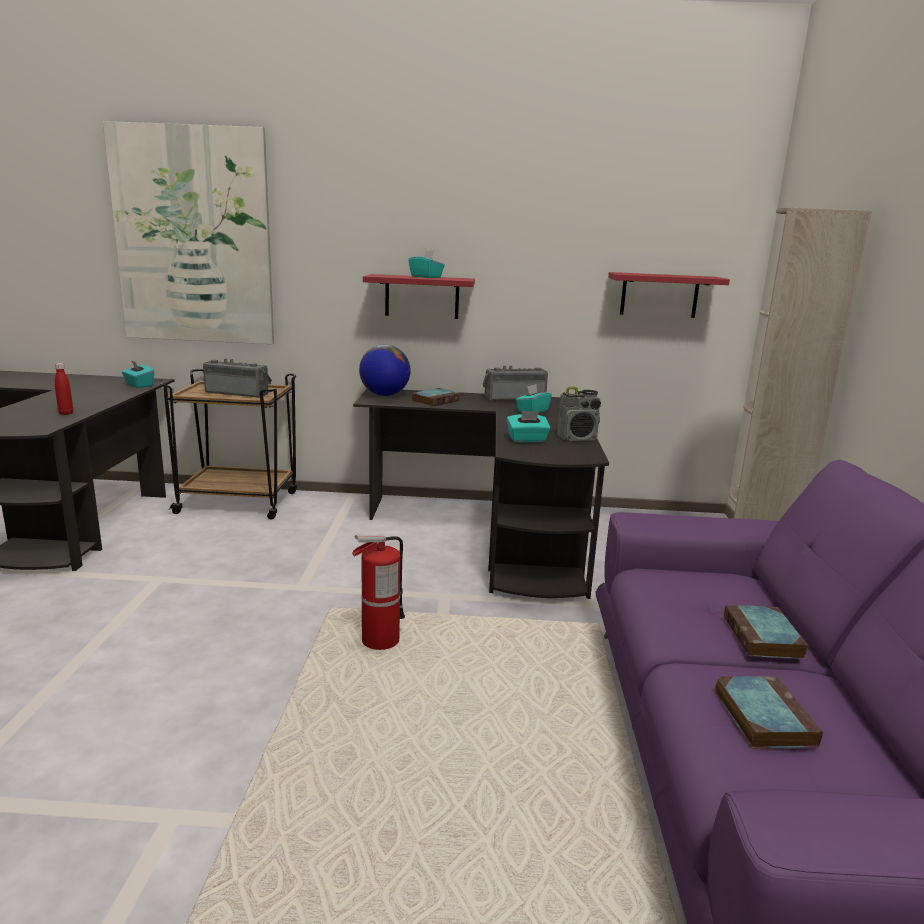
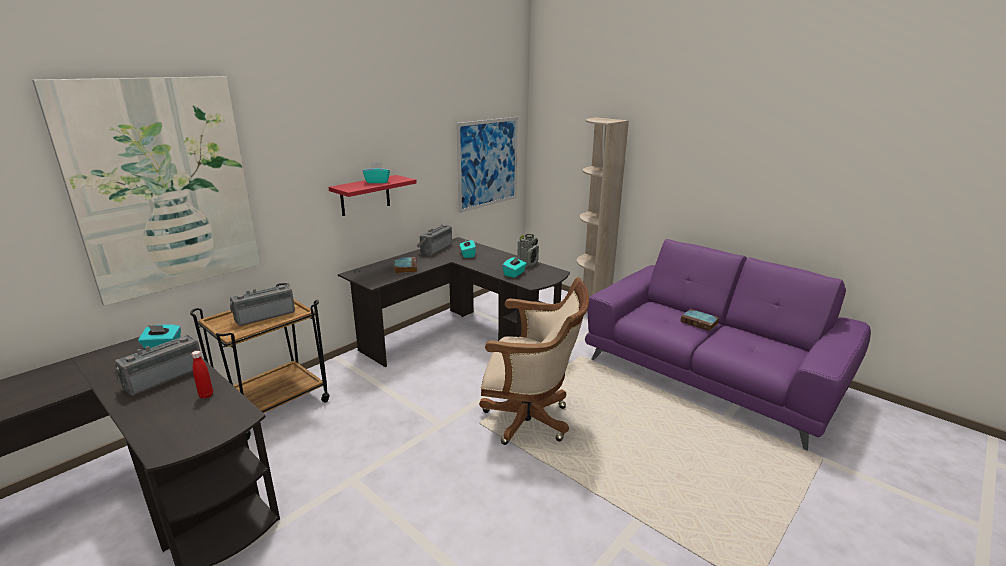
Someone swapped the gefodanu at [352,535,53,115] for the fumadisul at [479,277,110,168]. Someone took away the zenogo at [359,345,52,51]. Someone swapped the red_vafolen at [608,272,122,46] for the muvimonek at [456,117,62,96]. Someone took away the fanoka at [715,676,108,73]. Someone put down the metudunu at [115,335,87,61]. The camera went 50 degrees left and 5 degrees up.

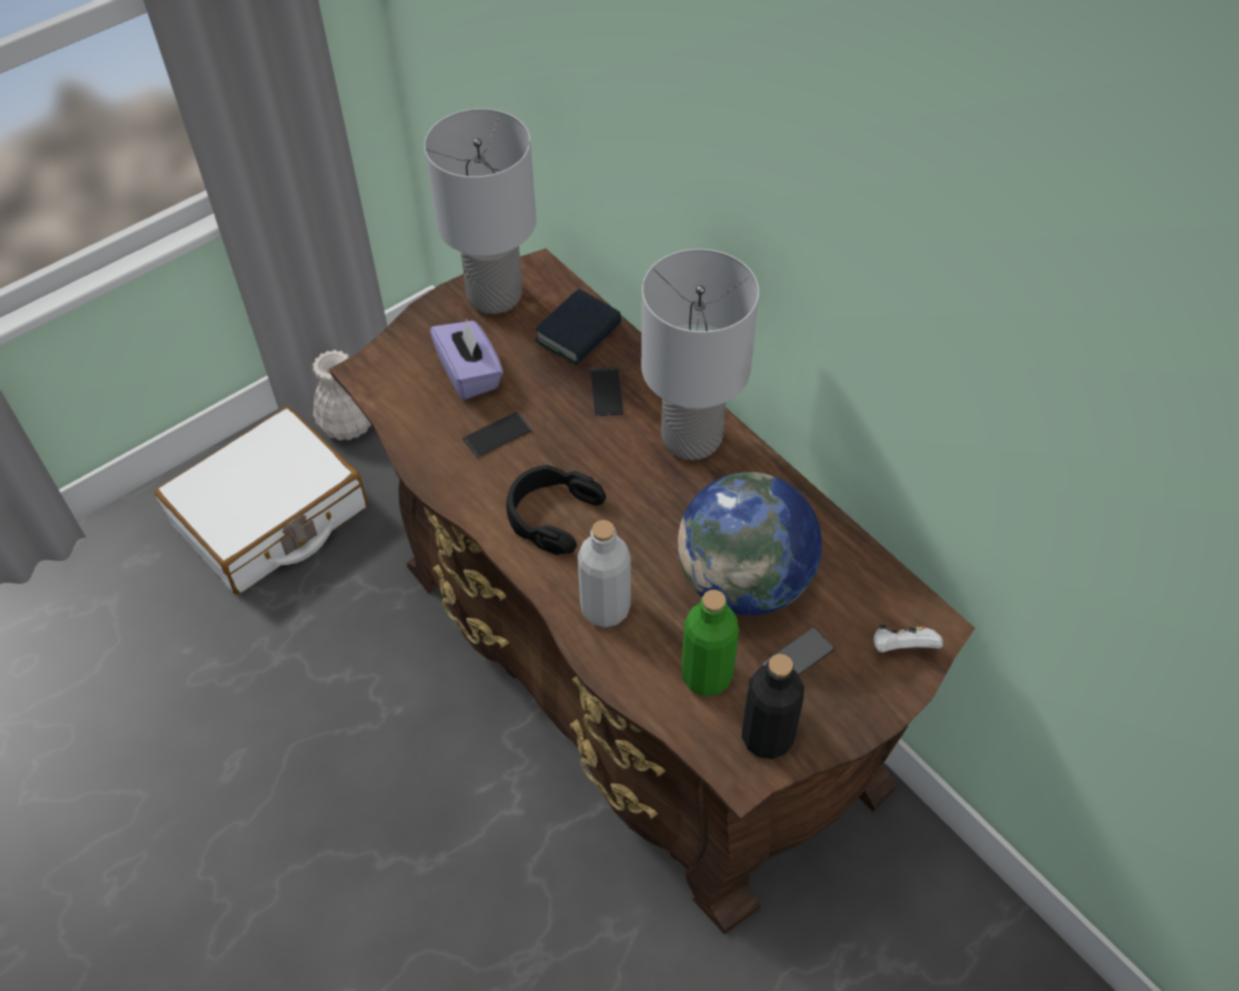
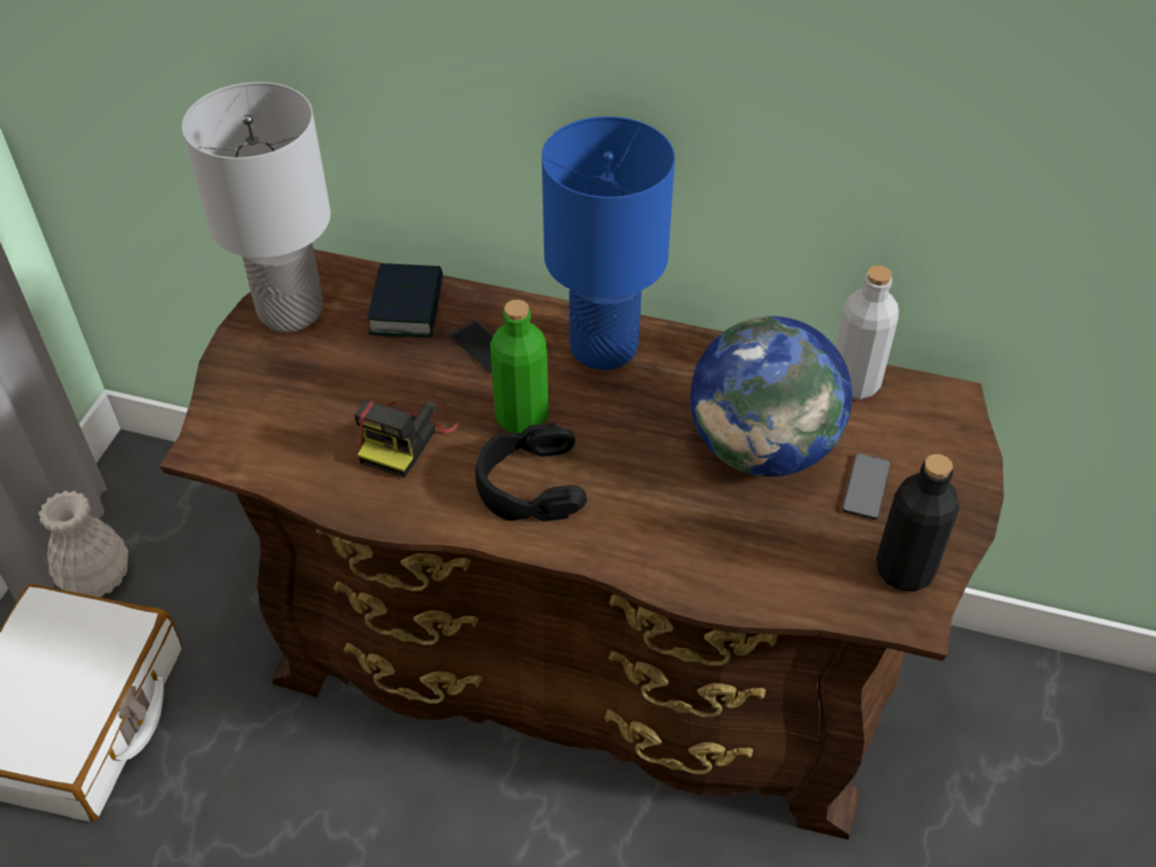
Someone took away the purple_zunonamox at [430,319,73,81]. Someone swapped the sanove at [462,411,70,47] for the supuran at [354,400,105,78]. Someone carried the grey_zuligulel from [577,520,54,108] to [835,265,64,134]. Someone repainted the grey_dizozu at [641,249,118,211], which became the blue_dizozu at [542,116,133,254]. Someone carried the green_zuligulel from [681,590,58,106] to [490,299,59,134]. Someone took away the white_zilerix at [873,625,70,28]. The camera went 35 degrees left and 5 degrees down.

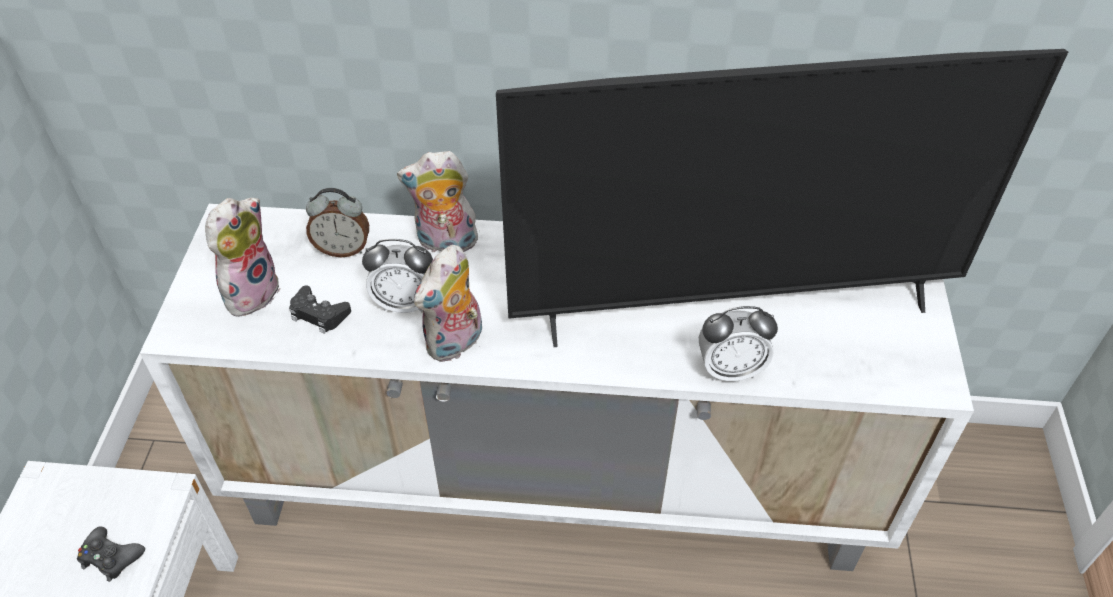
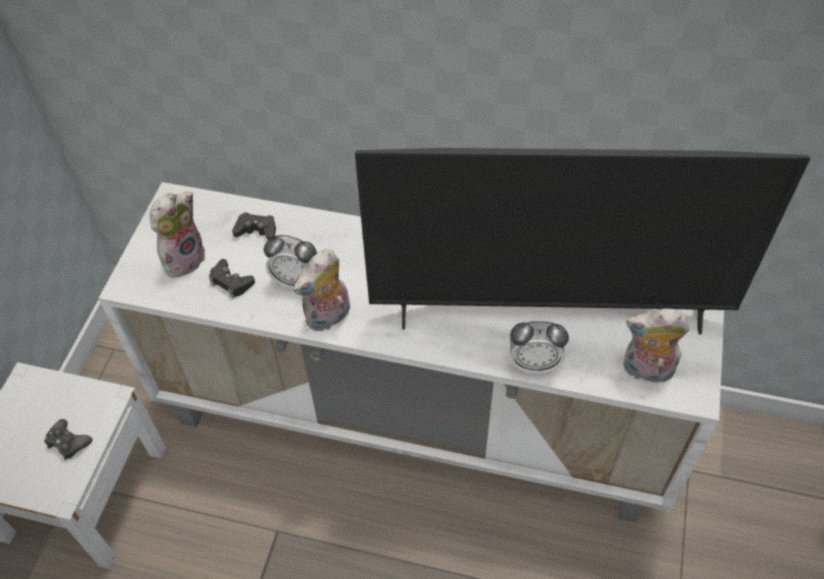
Someone swapped the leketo at [306,188,63,69] for the black_zilerix at [232,212,44,28]. Someone carried the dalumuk from [397,151,83,101] to [623,308,66,75]. The camera went 10 degrees right and 5 degrees up.

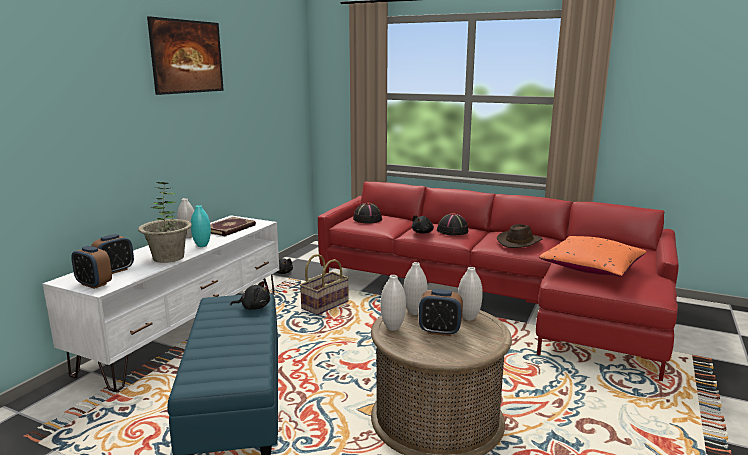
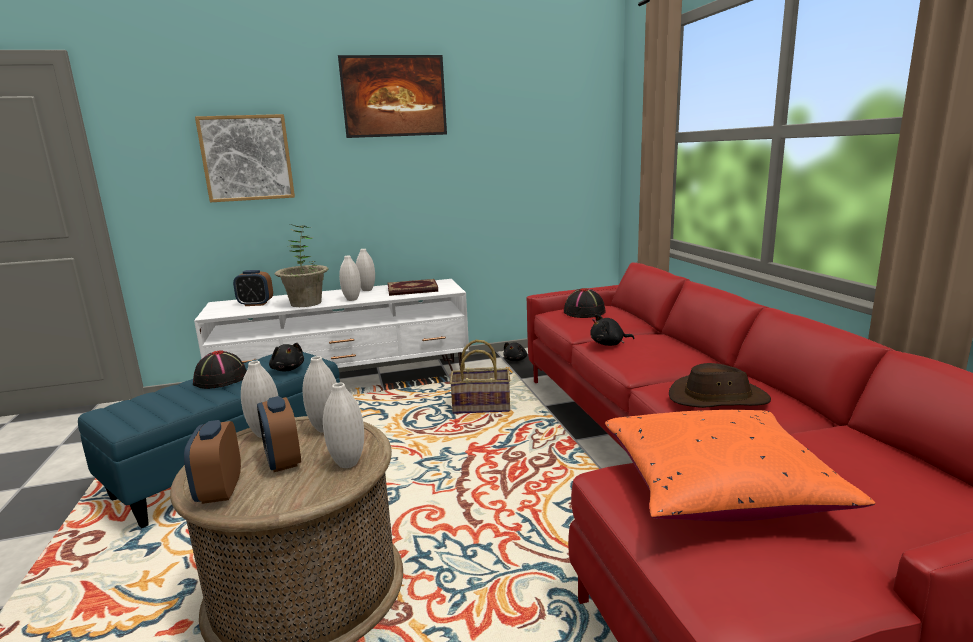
Someone carried the leketo from [71,246,41,43] to [184,420,57,84]. Someone repainted the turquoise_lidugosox at [191,205,20,42], which became the white_lidugosox at [339,255,22,46]. Someone carried the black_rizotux from [437,213,32,22] to [193,350,54,39]. Someone put up the muvimonek at [195,114,100,88]. The camera went 50 degrees right and 0 degrees up.

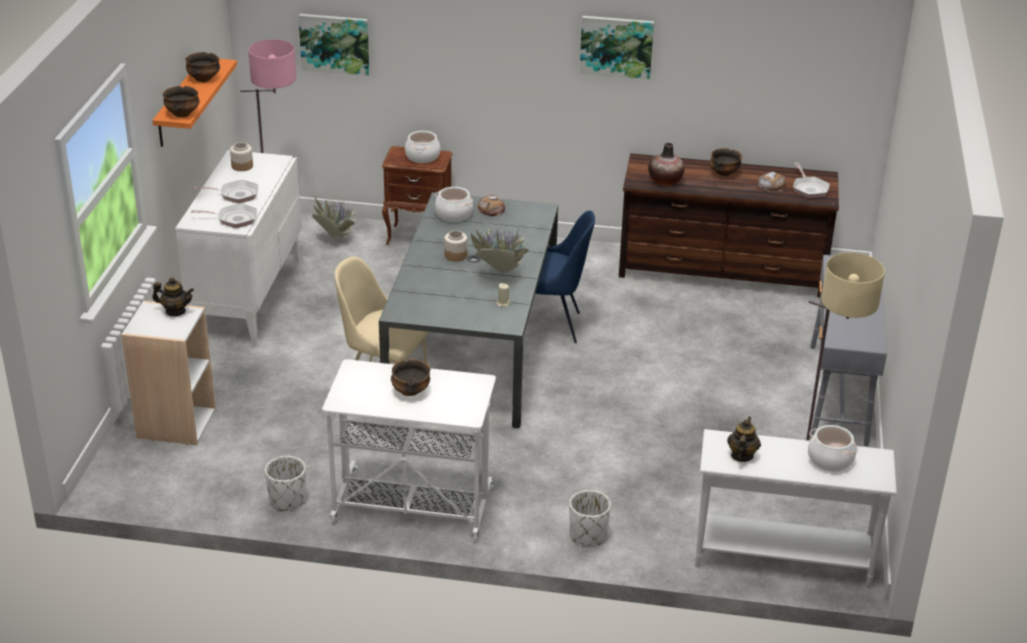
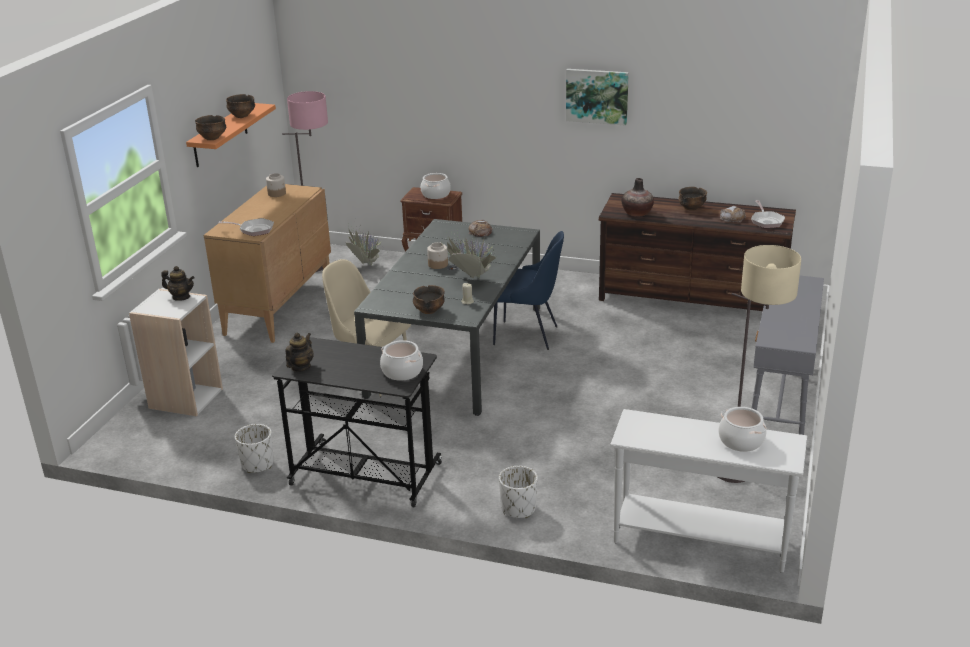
Someone repainted the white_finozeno at [175,150,127,197], which became the brown_finozeno at [204,184,127,159]. Someone took away the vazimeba at [194,180,64,23]. Someone took away the muvimonek at [299,14,70,62]. Someone repainted the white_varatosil at [322,359,174,182], which became the black_varatosil at [272,337,170,170]. Someone carried the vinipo from [391,359,39,37] to [413,285,32,29]. Someone carried the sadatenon from [435,187,38,35] to [380,340,43,41]. Someone carried the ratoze from [727,416,34,46] to [285,333,28,39]. The camera went 10 degrees right and 5 degrees down.

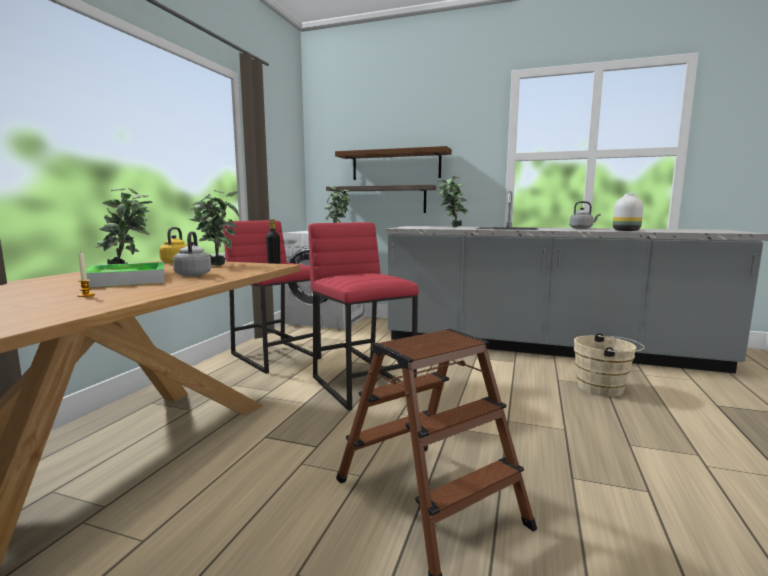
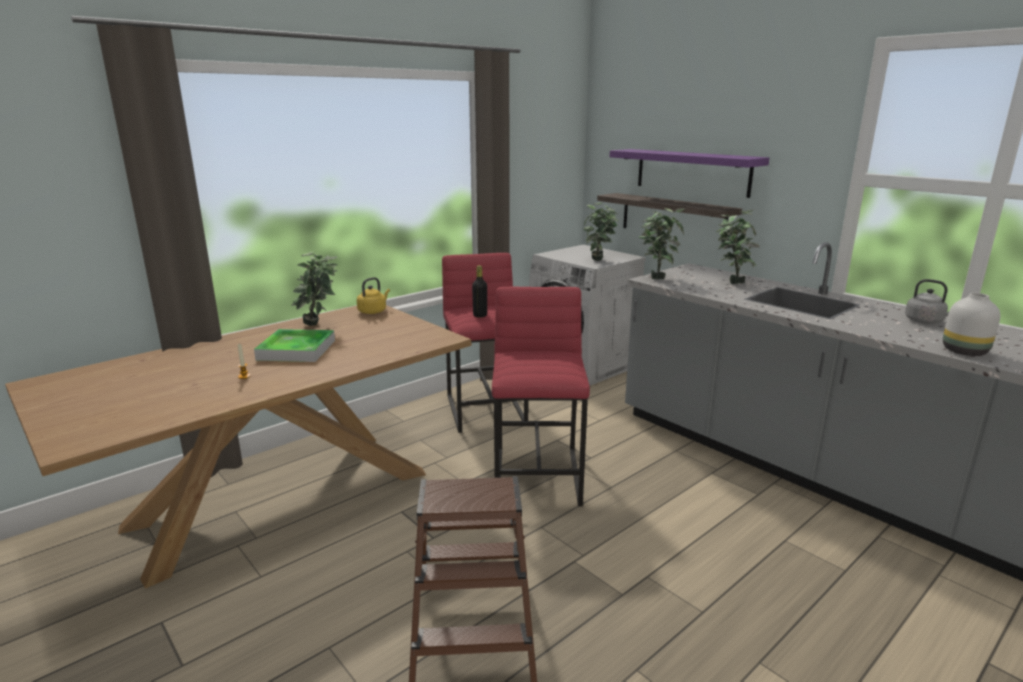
Someone took away the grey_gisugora at [173,231,38,45]. Someone carried the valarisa from [189,190,50,75] to [639,208,47,71]. Someone repainted the brown_vafolen at [335,146,117,34], which became the purple_vafolen at [610,149,159,49]. Someone took away the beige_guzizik at [574,333,71,64]. The camera went 30 degrees right and 10 degrees up.

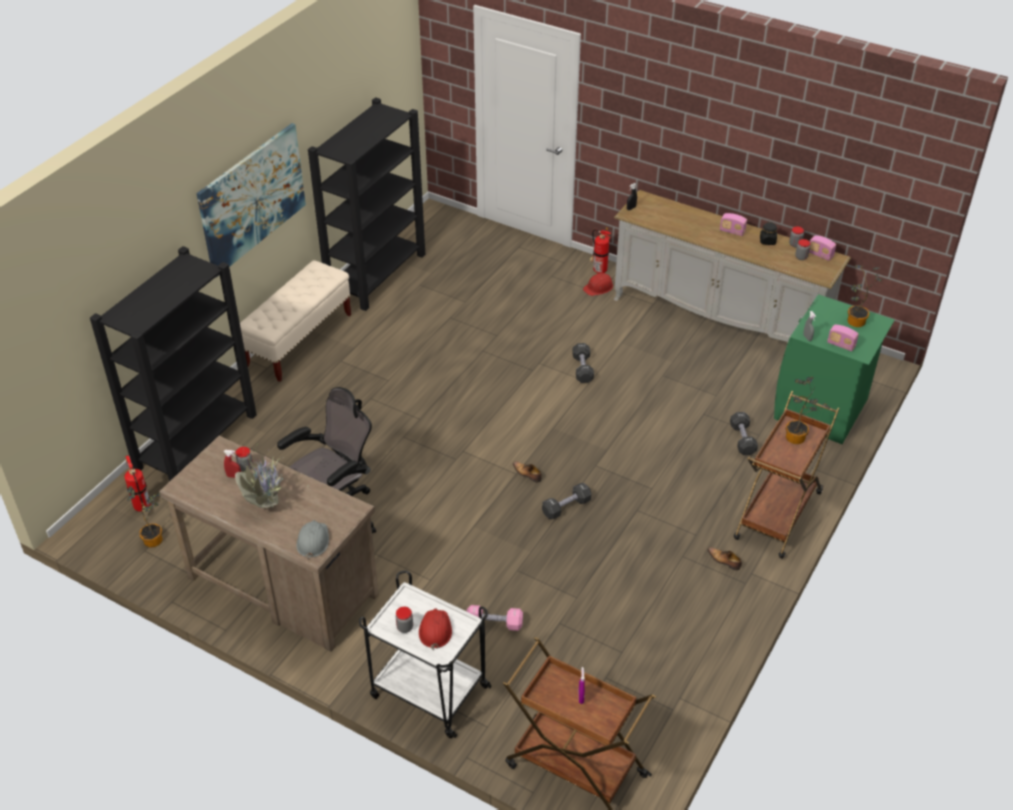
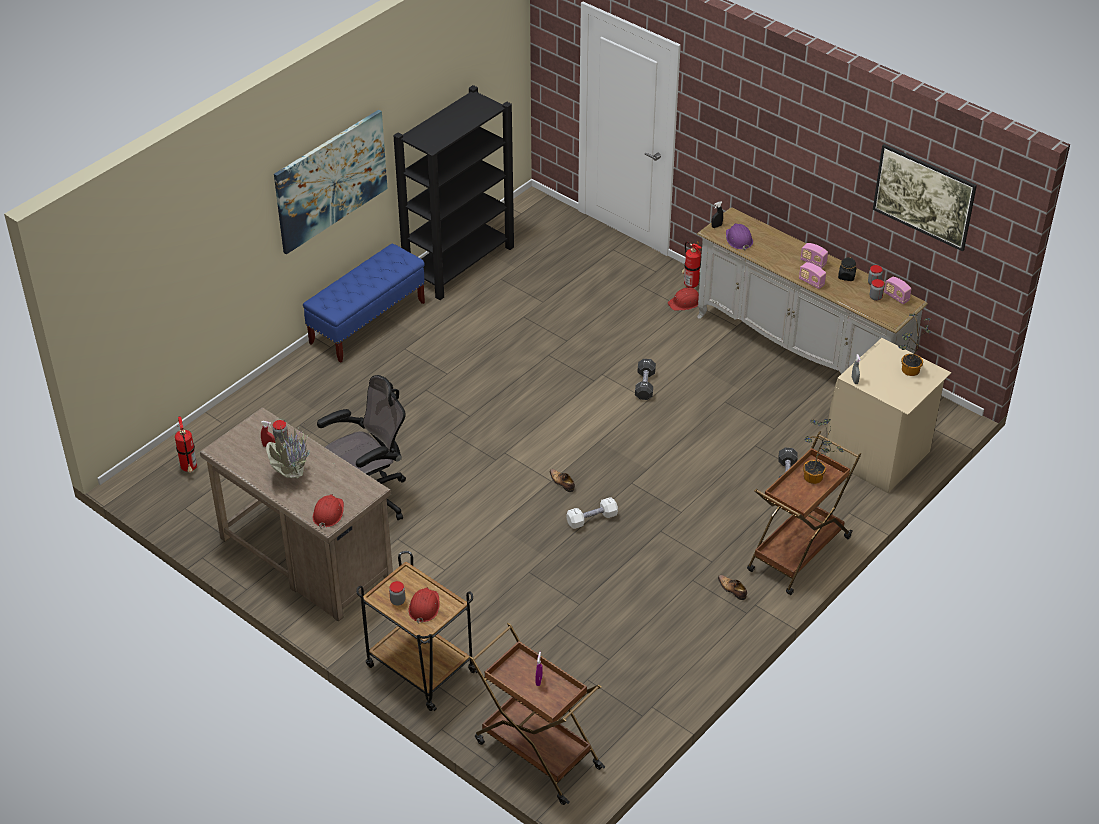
Someone took away the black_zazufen at [90,246,167,236]. Someone took away the valarisa at [127,486,36,61]. Someone repainted the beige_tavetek at [240,260,111,122], which became the blue_tavetek at [303,244,122,119]. Someone repainted the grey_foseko at [296,520,33,39], which became the red_foseko at [313,494,31,35]. Someone repainted the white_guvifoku at [359,570,133,168], which became the brown_guvifoku at [357,551,121,160]. Someone took away the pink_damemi at [467,605,56,26]. Someone repainted the black_damemi at [542,483,49,36], which became the white_damemi at [566,497,52,32]. Someone repainted the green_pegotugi at [774,294,121,150], which became the beige_pegotugi at [826,338,125,155]. Someone carried the metudunu from [827,325,32,26] to [799,262,27,27]. Someone put down the purple_foseko at [726,224,27,27]. Someone put up the muvimonek at [873,144,104,107]. The camera went 10 degrees right and 0 degrees up.

